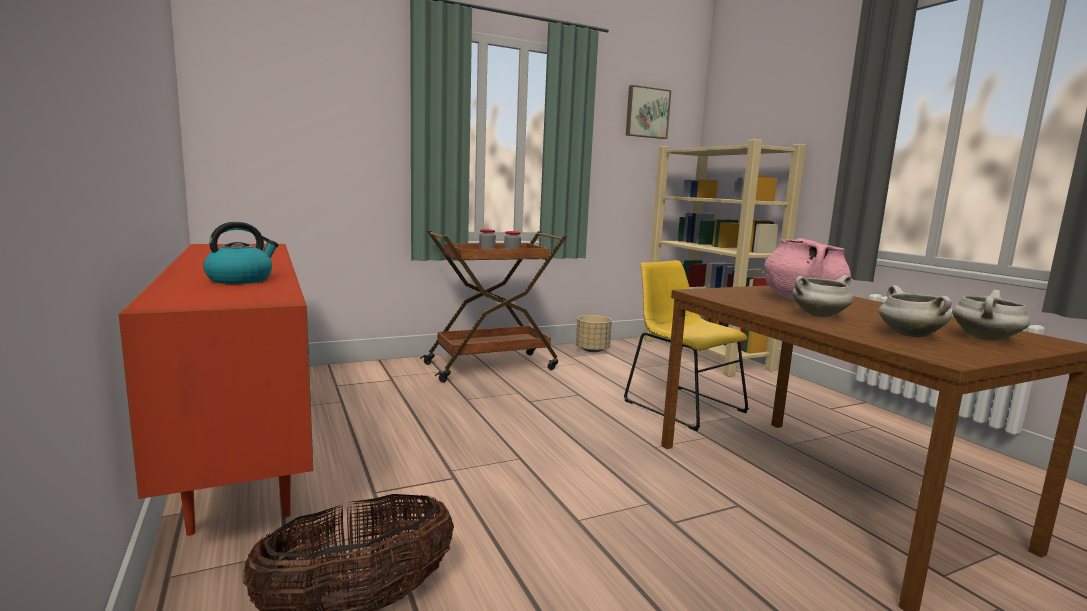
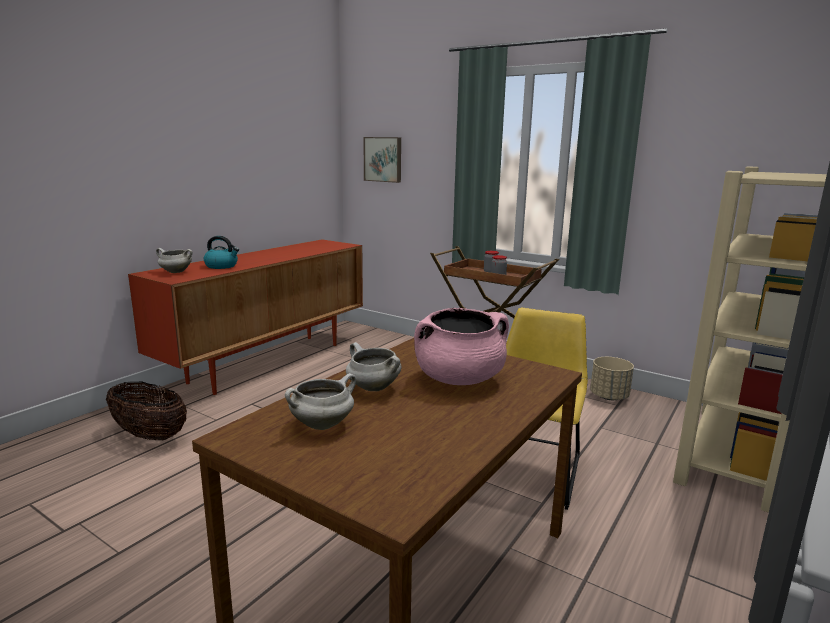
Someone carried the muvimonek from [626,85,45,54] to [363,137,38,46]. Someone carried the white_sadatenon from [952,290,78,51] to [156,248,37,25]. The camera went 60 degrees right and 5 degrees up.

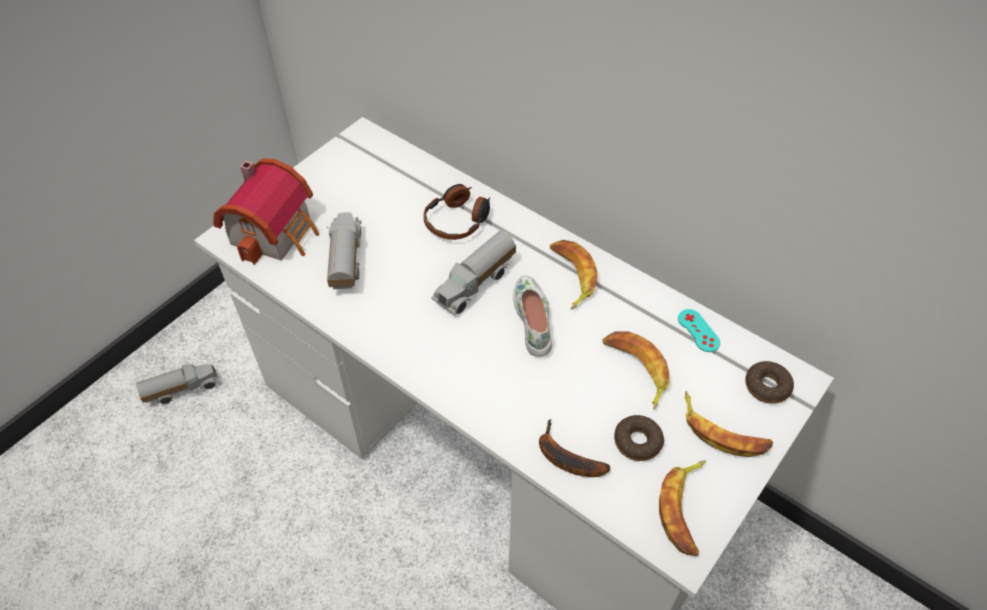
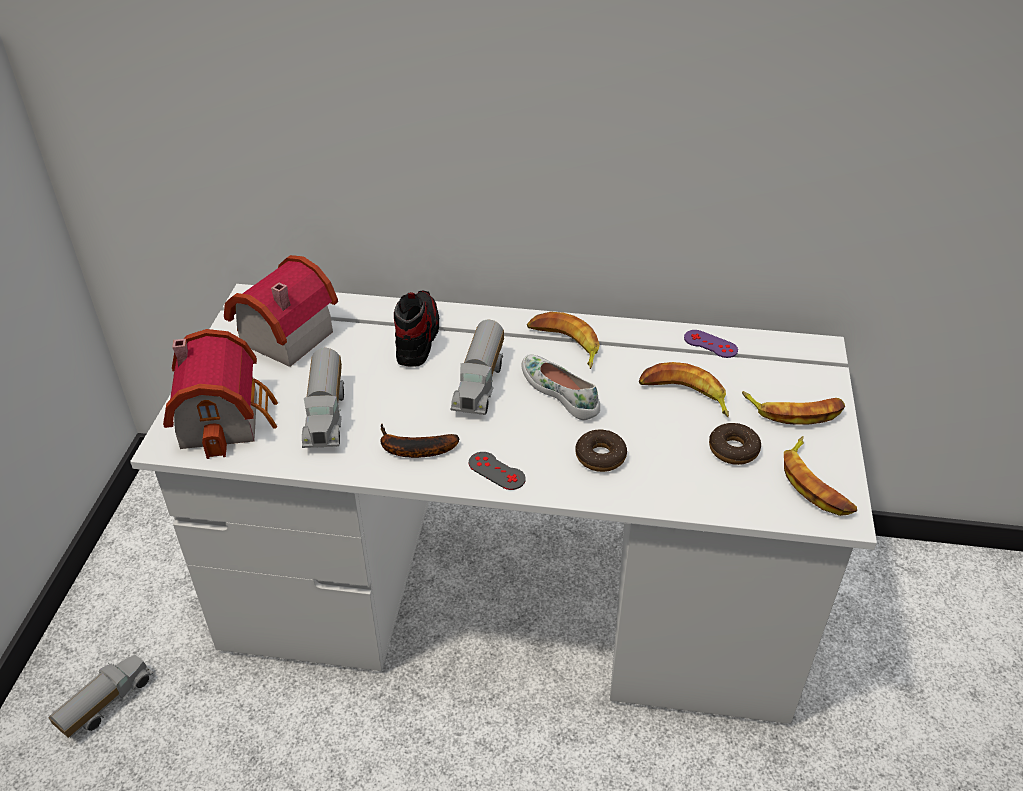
Someone rotated the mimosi at [326,212,35,77] by 150 degrees counterclockwise. Someone swapped the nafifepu at [423,184,67,56] for the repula at [394,291,45,76]. Someone carried the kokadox from [539,419,71,58] to [380,424,80,34]. Someone repainted the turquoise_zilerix at [678,309,42,43], which became the purple_zilerix at [684,330,54,28]. Someone carried the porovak from [745,361,49,43] to [575,430,52,42]. Someone put down the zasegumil at [224,255,114,112]. Someone put down the grey_zilerix at [469,452,57,38]. The camera went 30 degrees left and 10 degrees down.

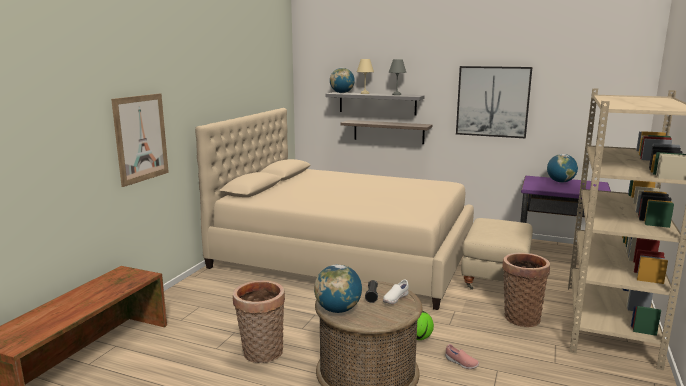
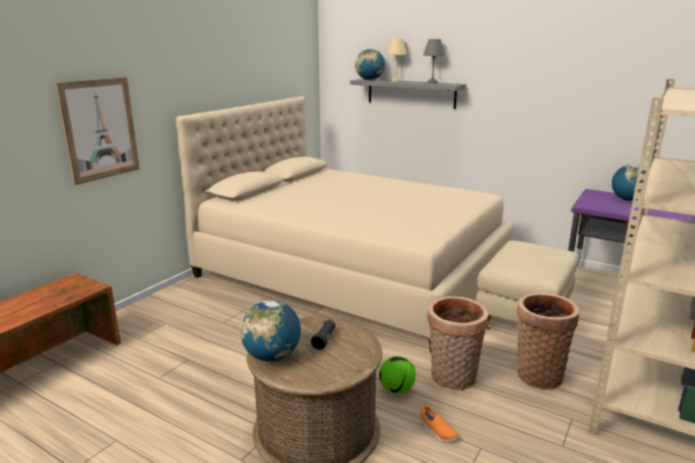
Someone carried the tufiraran from [233,280,52,83] to [427,296,61,94]. Someone took away the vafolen at [340,120,92,24]. Someone took away the white_repula at [383,279,26,25]. Someone repainted the pink_repula at [445,344,34,25], which became the orange_repula at [420,406,38,36]. Someone took away the muvimonek at [456,66,76,72]. The camera went 10 degrees right and 5 degrees up.

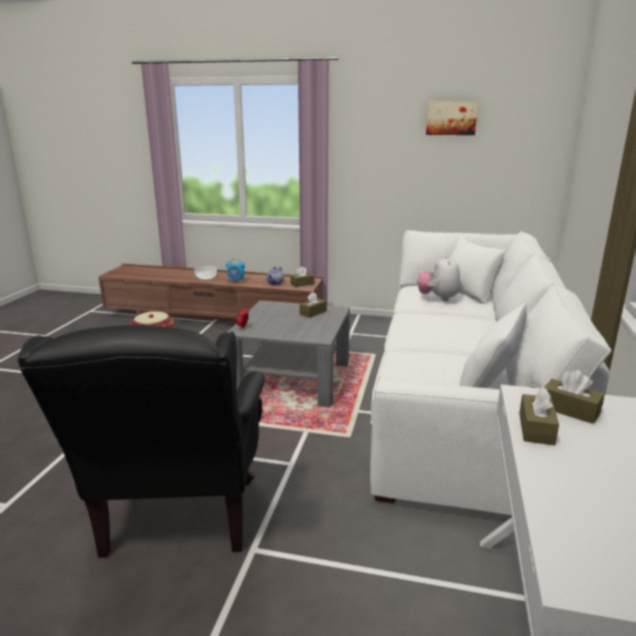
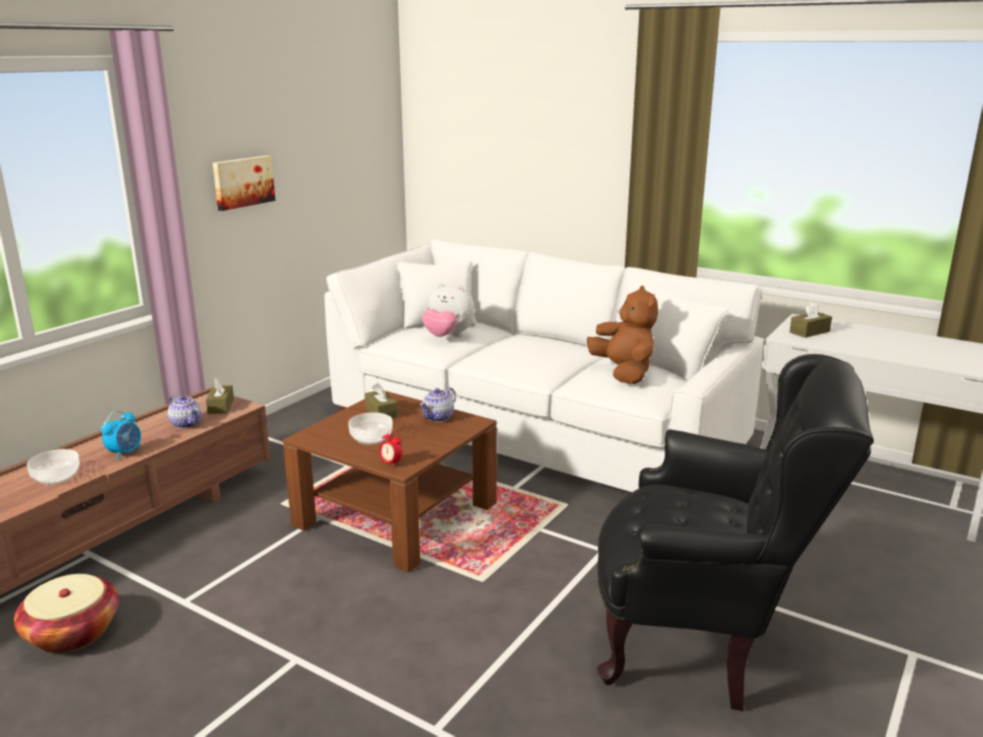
Someone repainted the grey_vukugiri at [227,300,123,108], which became the brown_vukugiri at [283,391,214,182]. Someone carried the muvimonek from [426,101,52,34] to [213,155,62,56]. Someone took away the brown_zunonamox at [519,387,40,59]. Someone put down the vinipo at [348,412,45,33]. Someone put down the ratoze at [419,388,37,34]. Someone put down the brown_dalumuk at [587,286,71,98]. The camera went 70 degrees left and 0 degrees up.

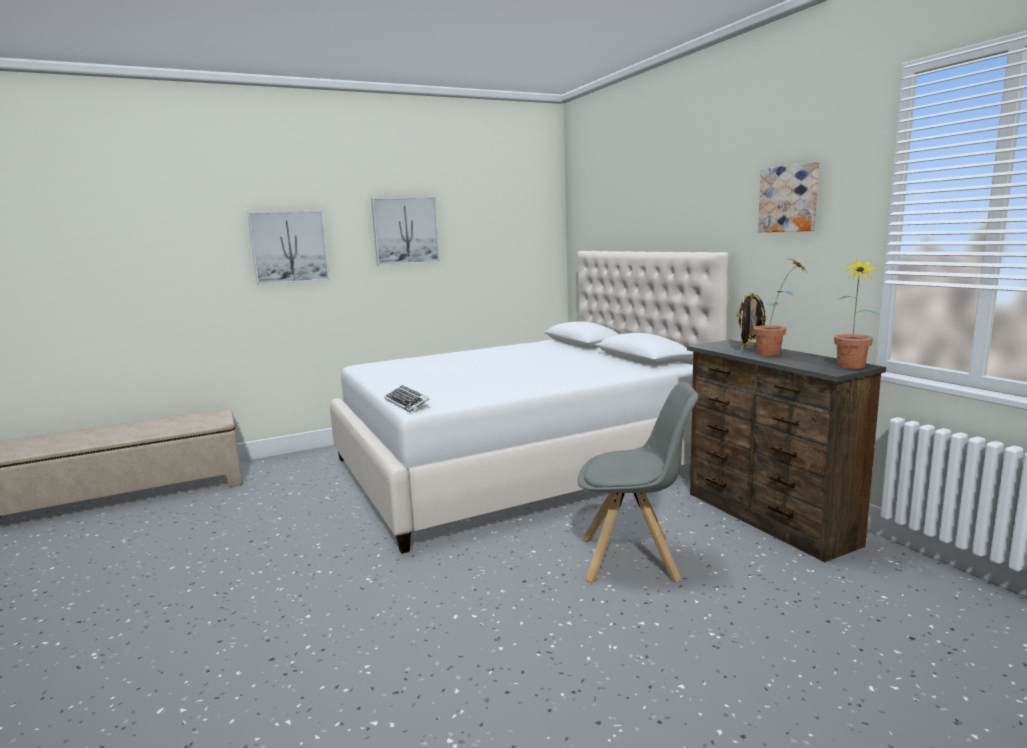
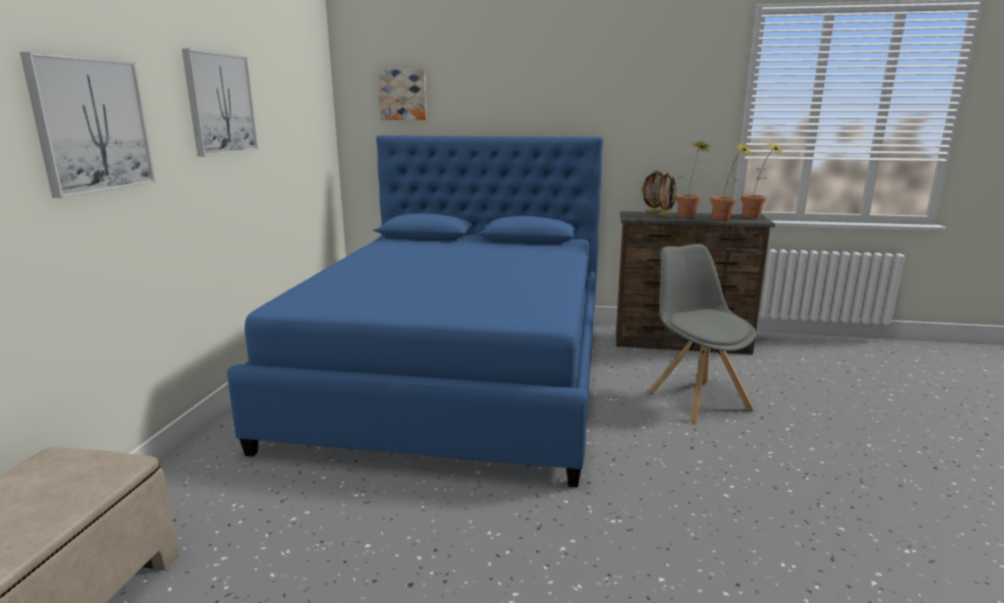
Someone repainted the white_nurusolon at [330,251,400,303], which became the blue_nurusolon at [227,135,376,352]. Someone took away the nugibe at [385,385,45,27]. Someone rotated the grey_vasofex at [578,382,121,201] by 60 degrees counterclockwise. Someone carried the muvimonek from [758,162,61,70] to [378,69,49,51]. Someone put down the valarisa at [711,142,43,79]. The camera went 55 degrees left and 5 degrees up.

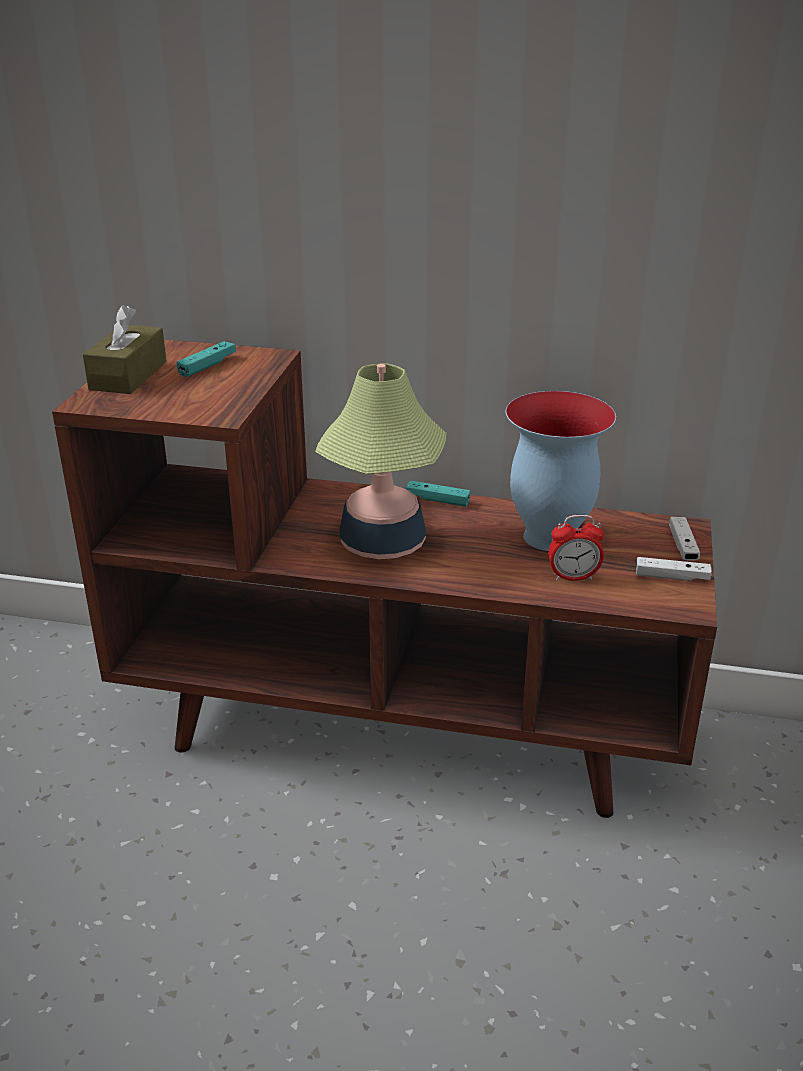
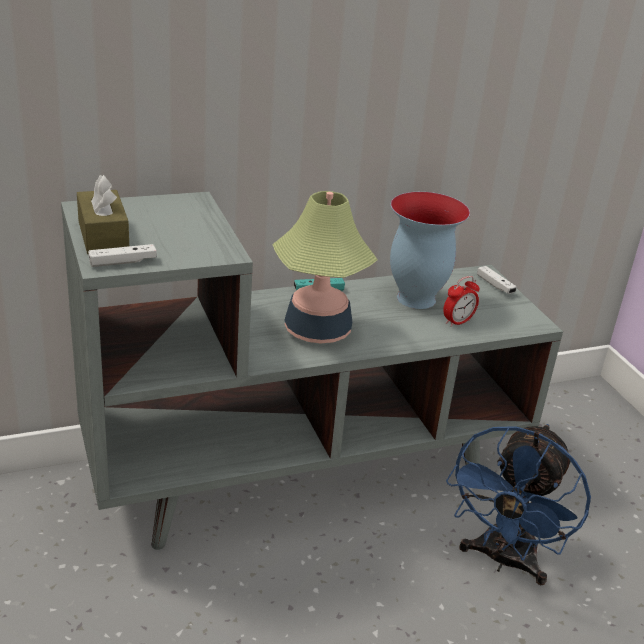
Someone repainted the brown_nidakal at [52,339,665,479], which became the grey_nidakal at [61,192,502,358]. Someone took away the turquoise_zilerix at [176,341,60,36]. Someone carried the white_zilerix from [636,557,76,24] to [88,244,69,23]. Someone put down the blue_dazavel at [446,424,145,161]. The camera went 35 degrees left and 0 degrees up.

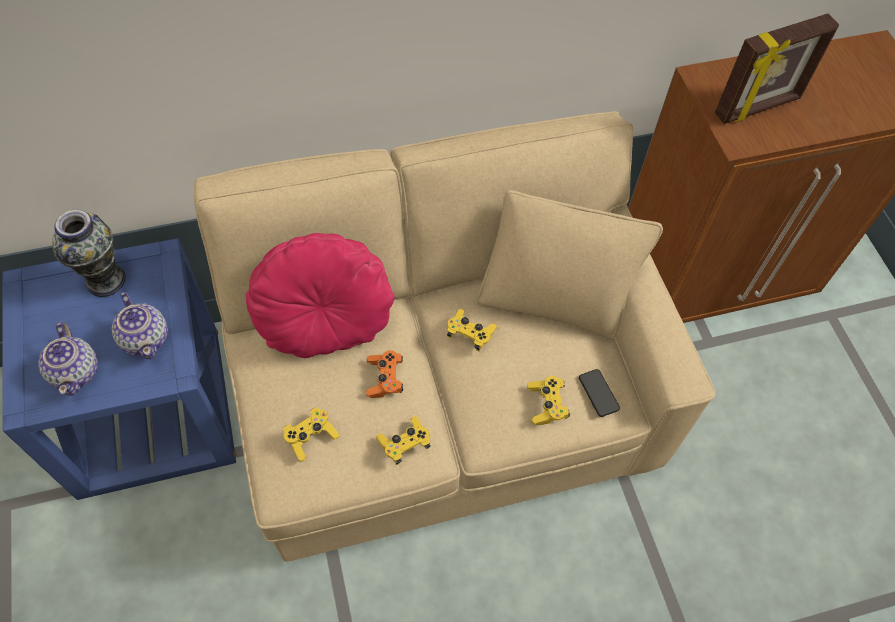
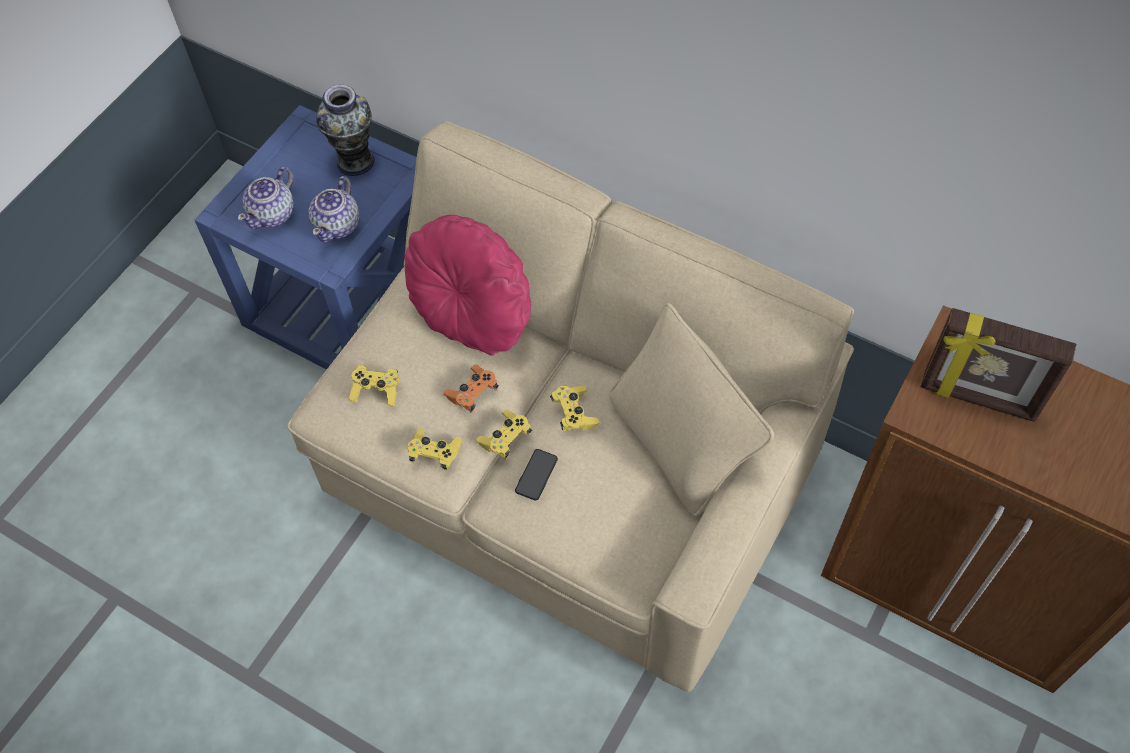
Someone carried the yellow_zilerix from [527,376,43,49] to [476,409,56,50]. Someone carried the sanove from [579,369,41,48] to [515,449,43,51]. The camera went 50 degrees right and 0 degrees up.

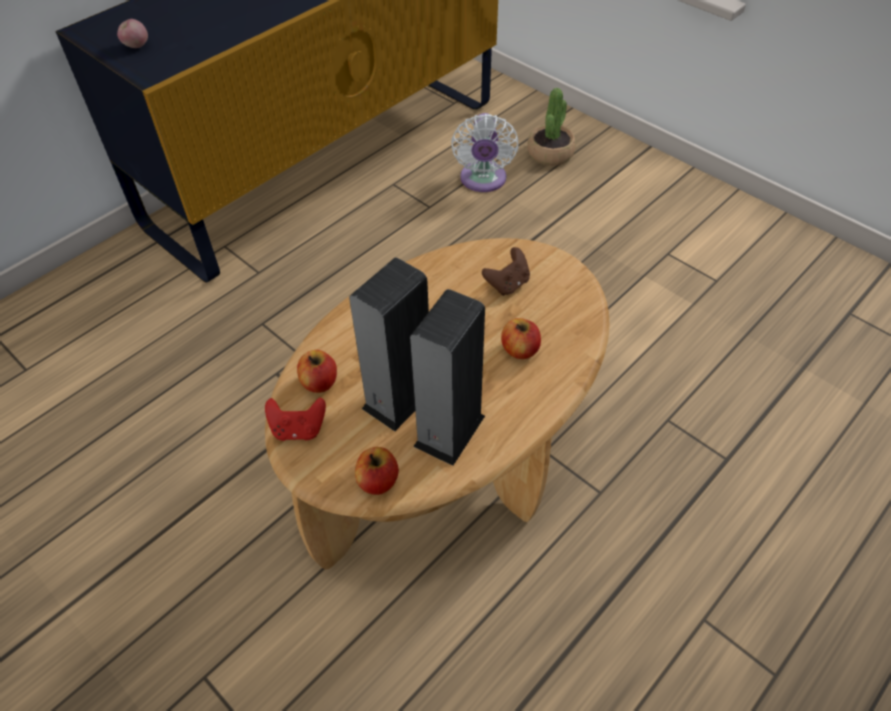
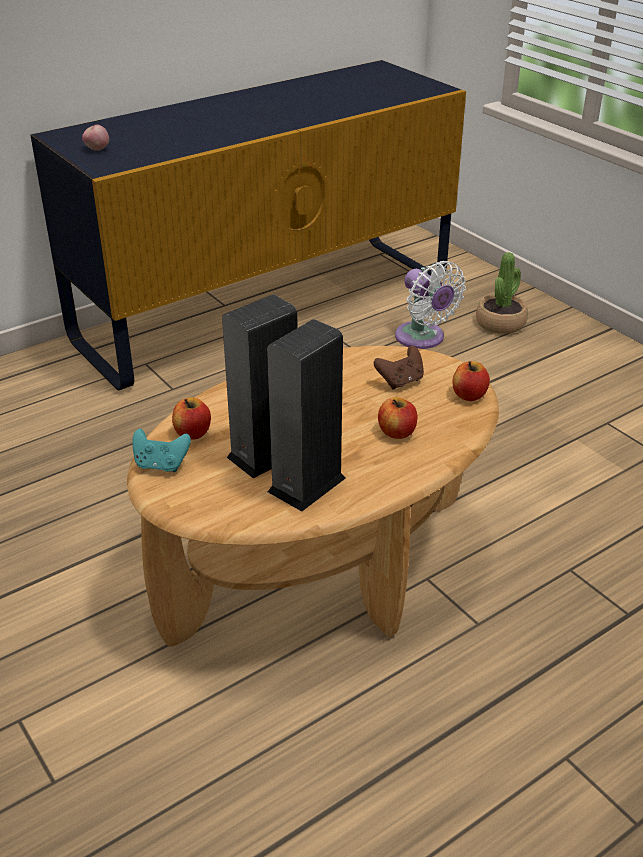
Someone repainted the red_zilerix at [265,397,61,44], which became the turquoise_zilerix at [132,428,59,44]. Someone carried the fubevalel from [355,447,44,48] to [452,361,38,40]. Someone rotated the white_dazavel at [451,113,67,79] by 45 degrees counterclockwise. The camera went 10 degrees right and 15 degrees down.

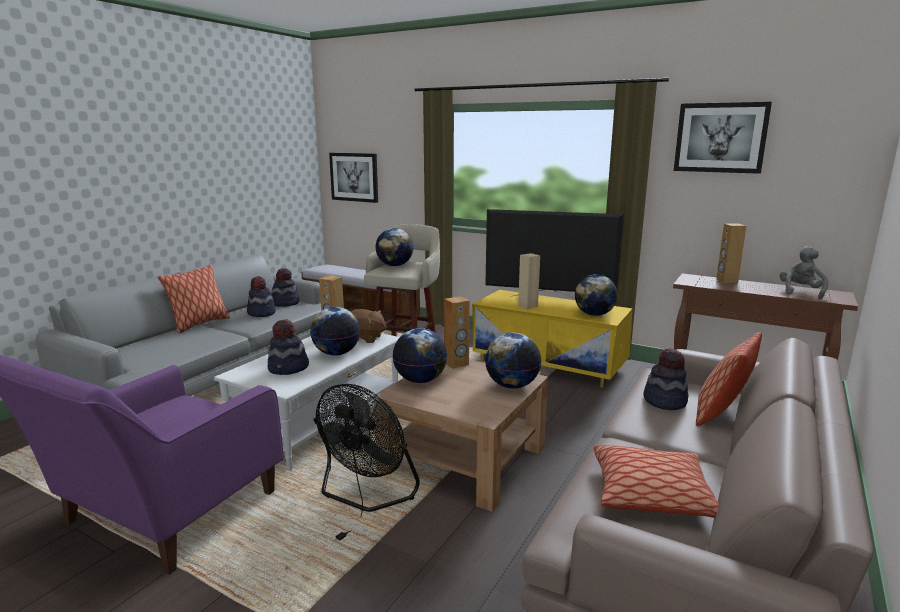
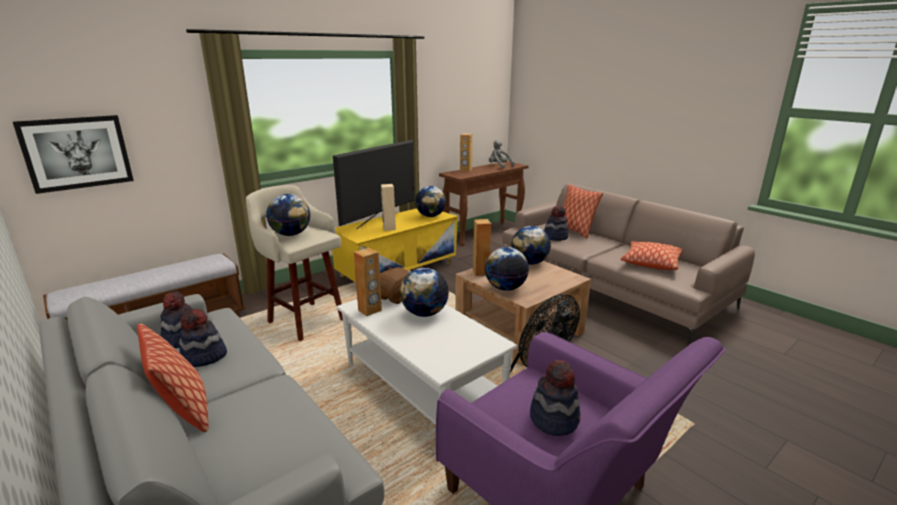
Someone carried the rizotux from [268,319,41,56] to [530,360,51,76]. Someone took away the muvimonek at [674,102,98,72]. The camera went 70 degrees left and 5 degrees up.

